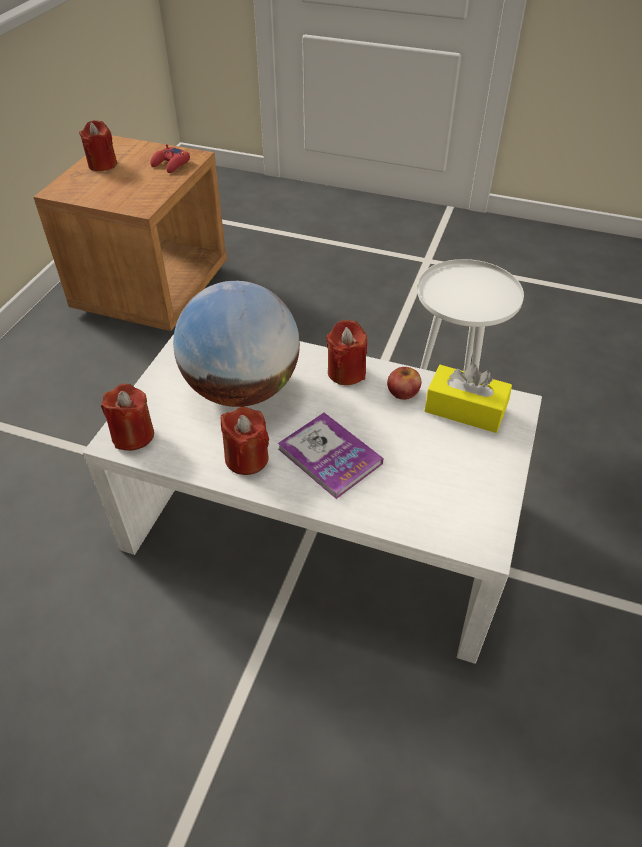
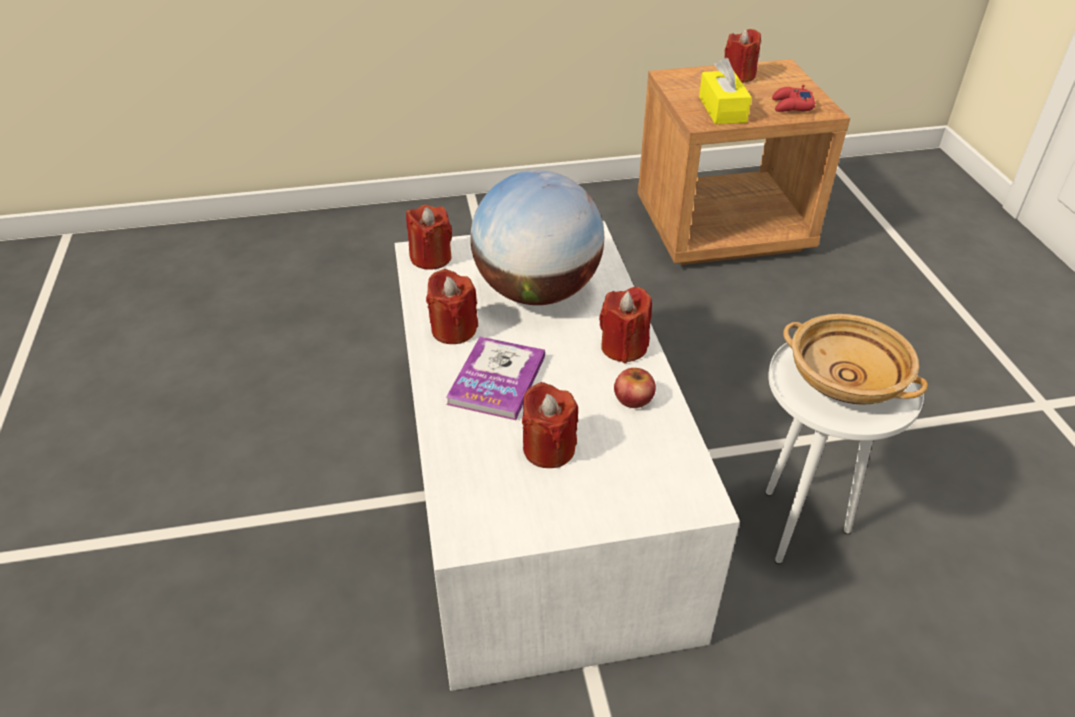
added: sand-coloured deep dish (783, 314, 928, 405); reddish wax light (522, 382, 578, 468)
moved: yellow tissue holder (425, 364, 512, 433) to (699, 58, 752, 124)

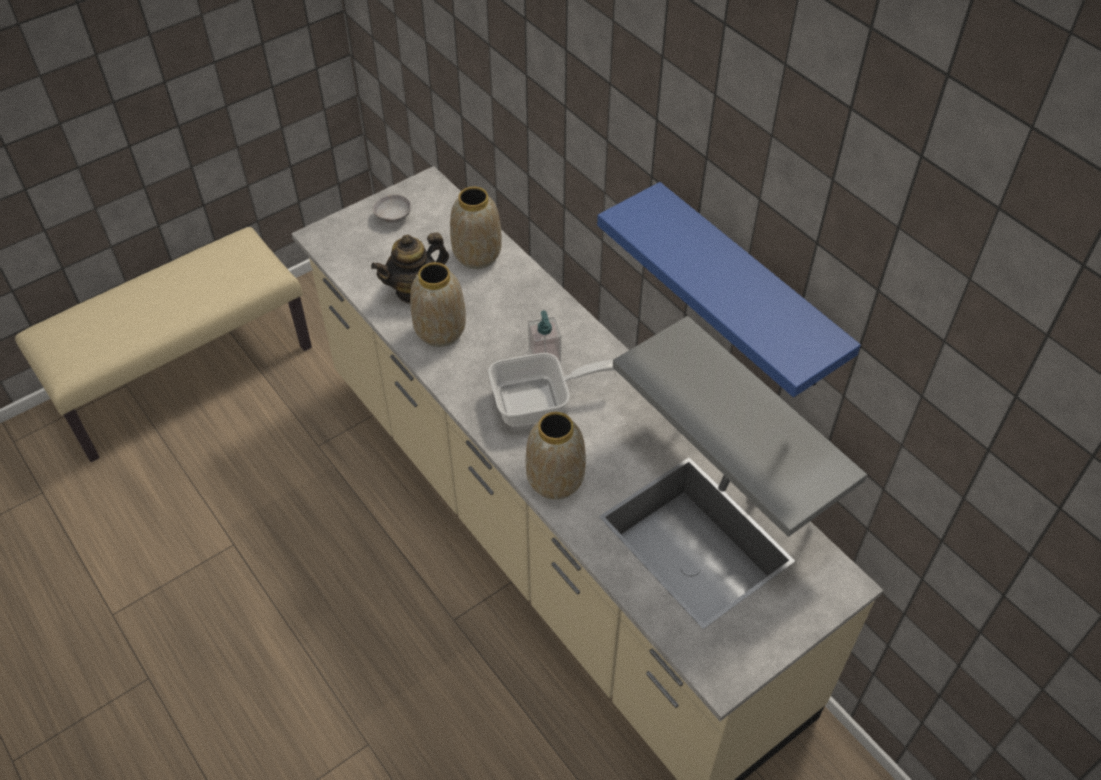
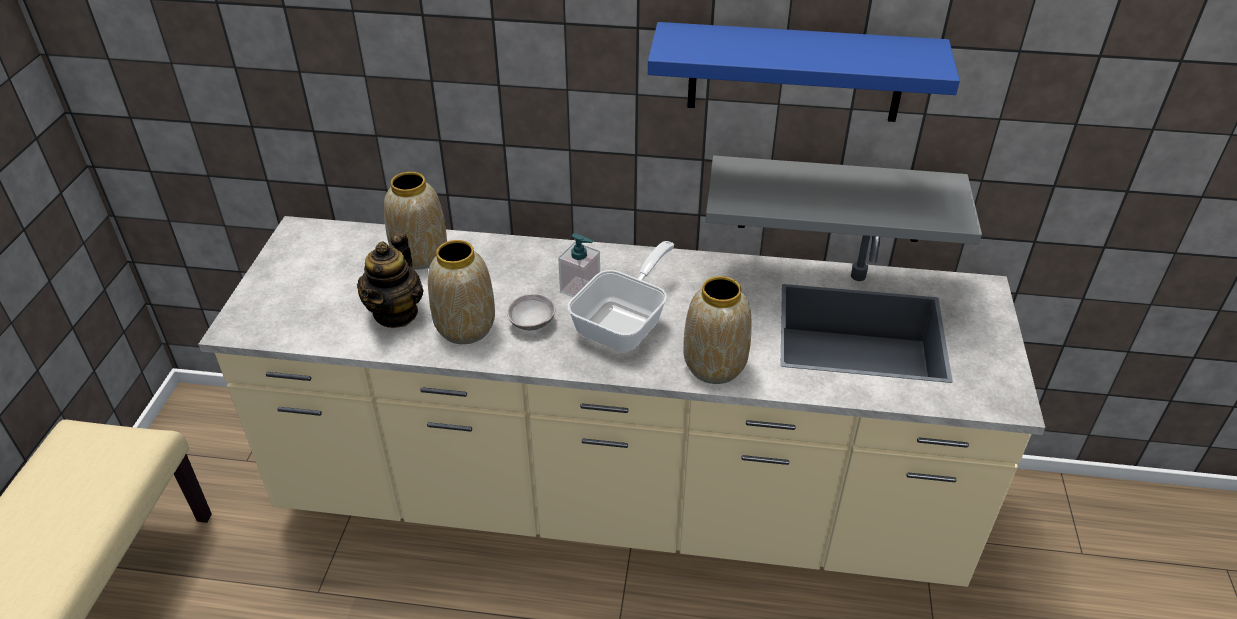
moved: gray deep dish (373, 194, 411, 223) to (507, 294, 555, 330)

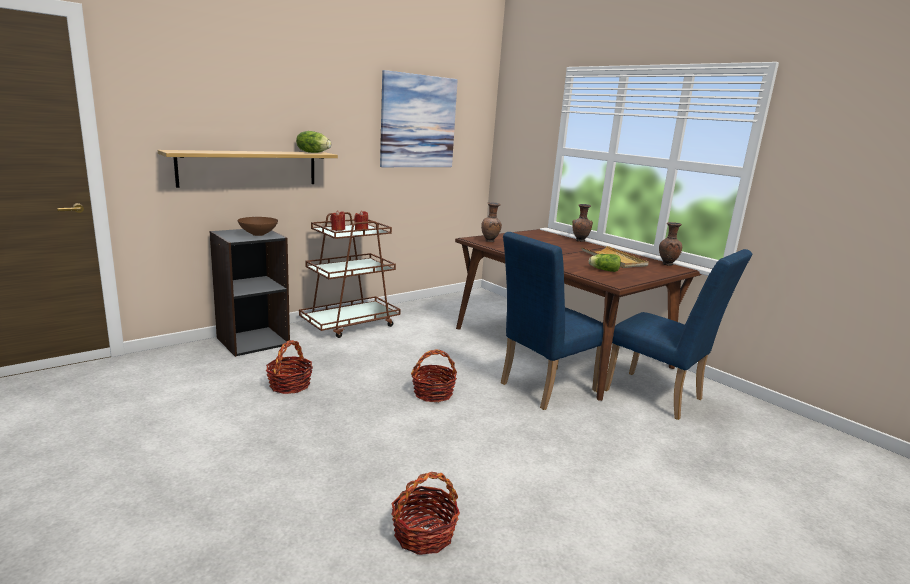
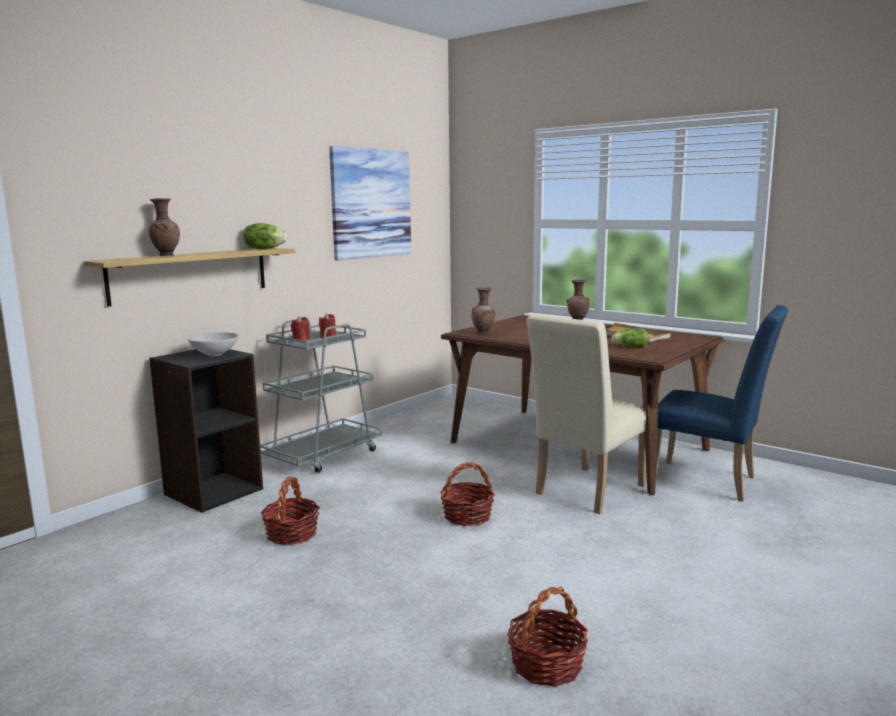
moved: brownish flower vase (659, 222, 682, 266) to (148, 198, 180, 256)
recoloured: brownish wheeled cart (299, 212, 401, 338) to gray wheeled cart (260, 319, 382, 473); brownish deep dish (238, 217, 278, 236) to whitish deep dish (188, 333, 238, 356); blue upright chair (501, 232, 604, 410) to sand-coloured upright chair (527, 314, 646, 514)

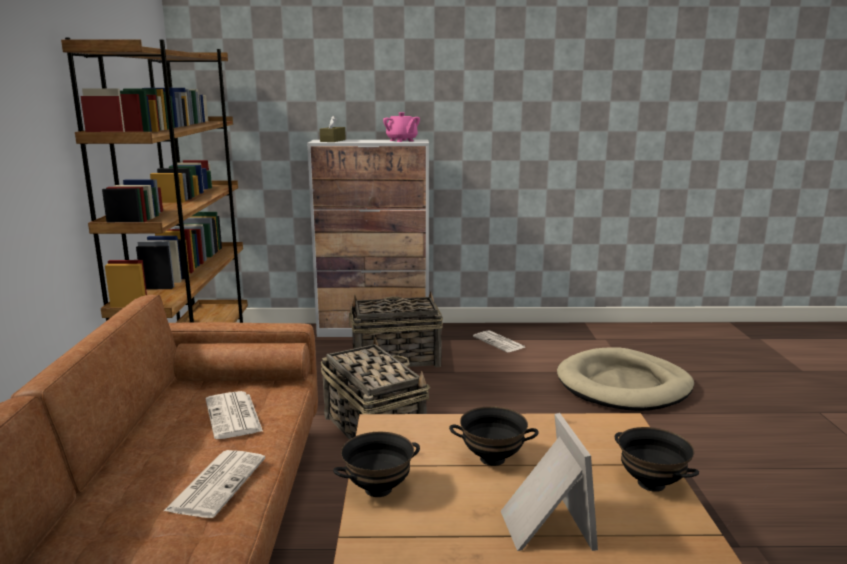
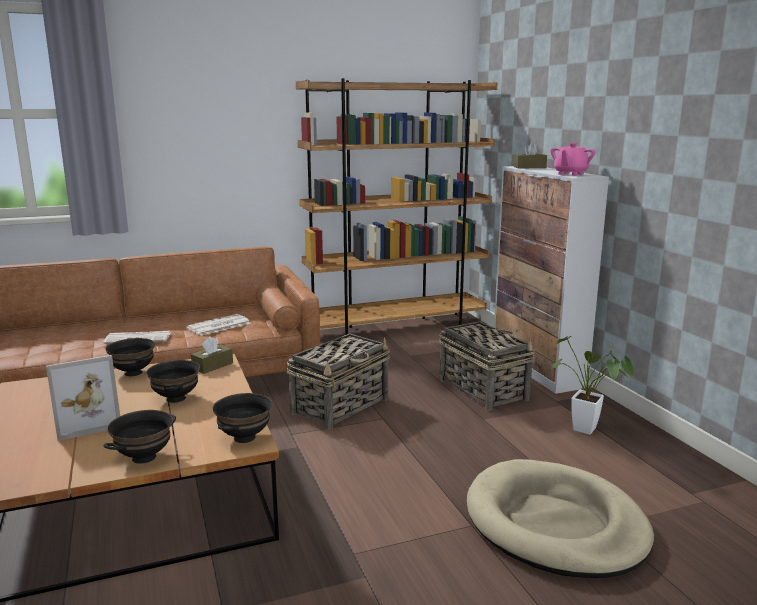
added: brownish tissue holder (191, 336, 233, 374); black-coloured deep dish (213, 393, 272, 443)
replaced: daily paper (473, 330, 525, 352) to houseplant (550, 336, 634, 435)

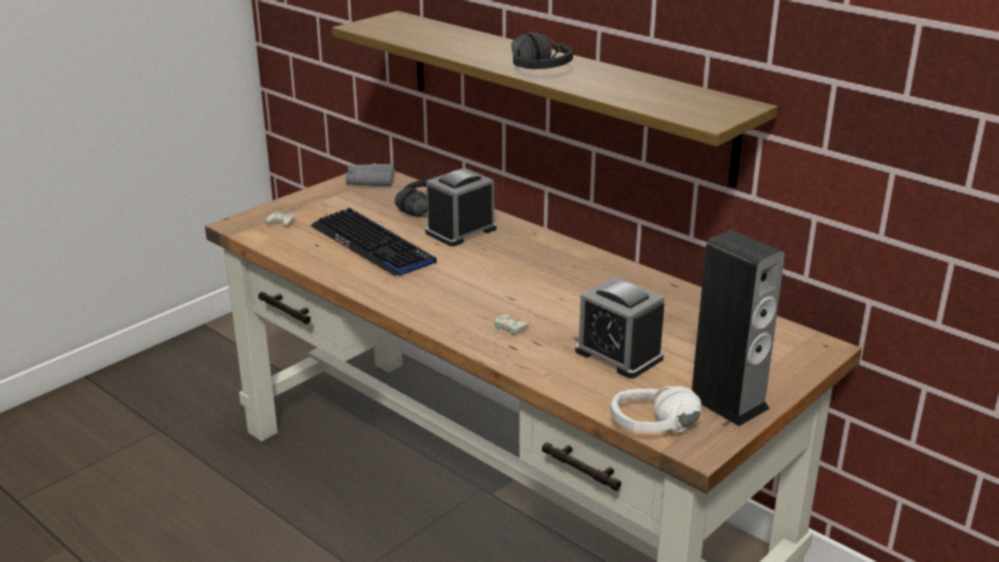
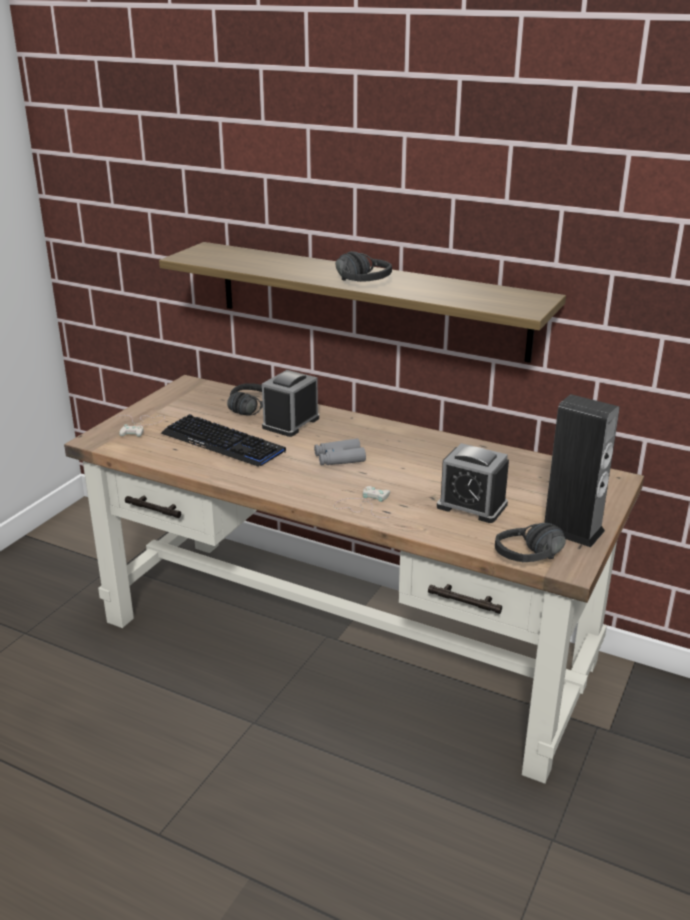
moved: gray pair of binoculars (346, 164, 394, 186) to (314, 438, 366, 465)
recoloured: whitish headphones (611, 386, 701, 433) to black-coloured headphones (495, 523, 566, 562)

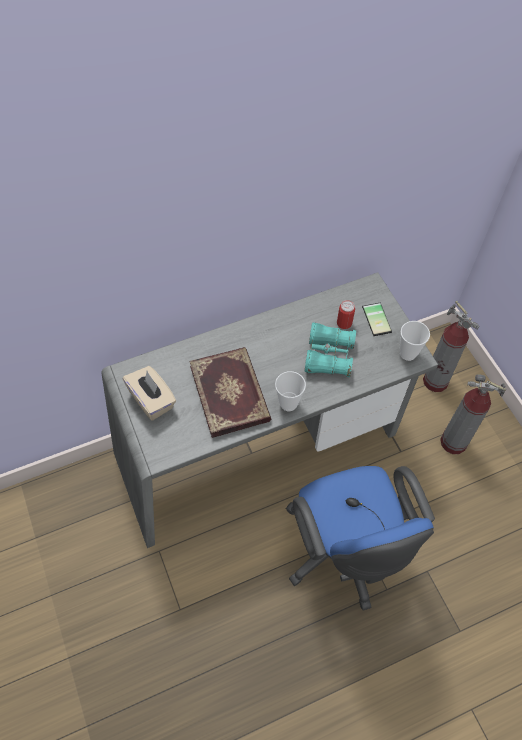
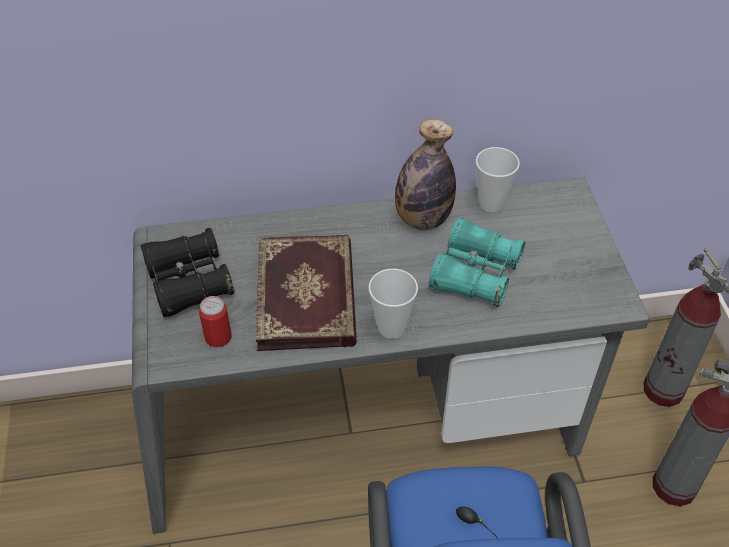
removed: phone (362, 303, 392, 336)
added: bottle (395, 119, 456, 230)
moved: sealed can (337, 300, 355, 329) to (199, 296, 232, 347); drinking cup (399, 321, 430, 361) to (476, 147, 520, 212)
replaced: sand-coloured tissue holder (123, 366, 176, 421) to black-coloured pair of binoculars (141, 228, 234, 317)

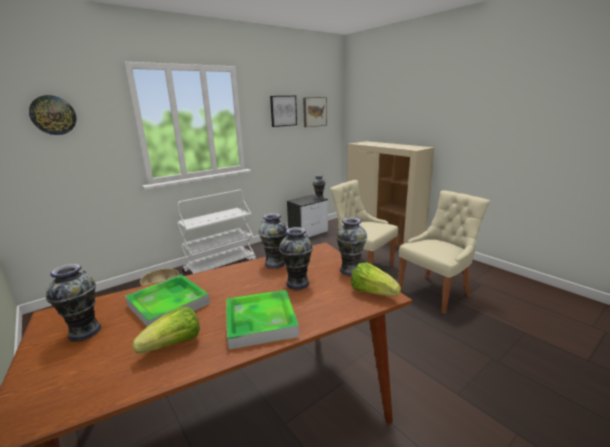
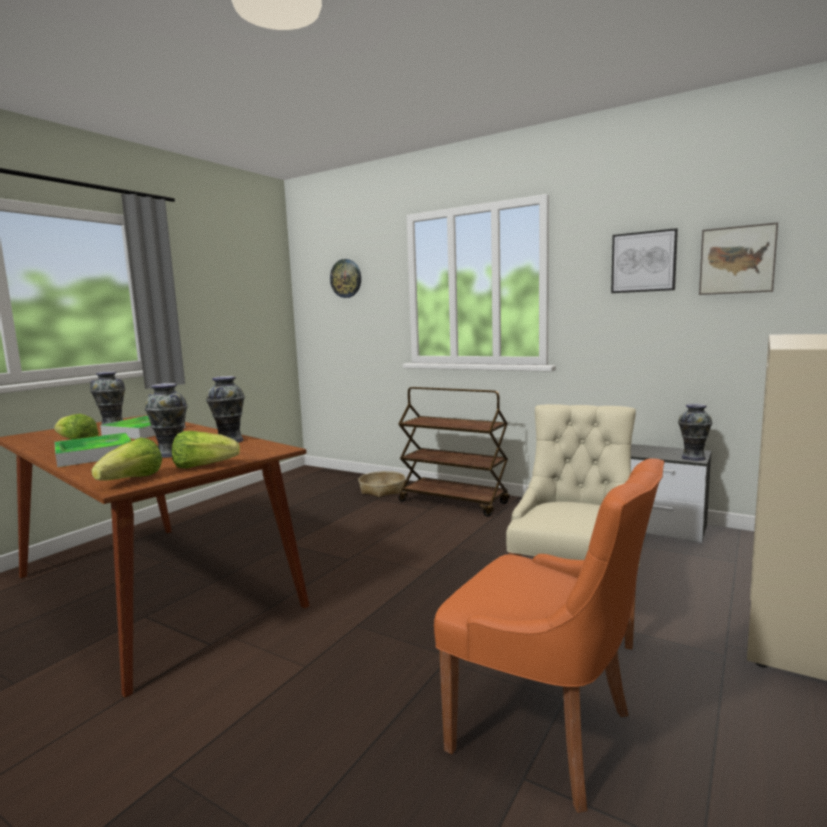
replaced: flower vase (336, 217, 367, 276) to lettuce head (172, 431, 240, 468)
recoloured: whitish wheeled cart (177, 190, 256, 274) to brownish wheeled cart (398, 387, 510, 517); sand-coloured upright chair (398, 190, 490, 314) to orangey upright chair (434, 458, 664, 813)

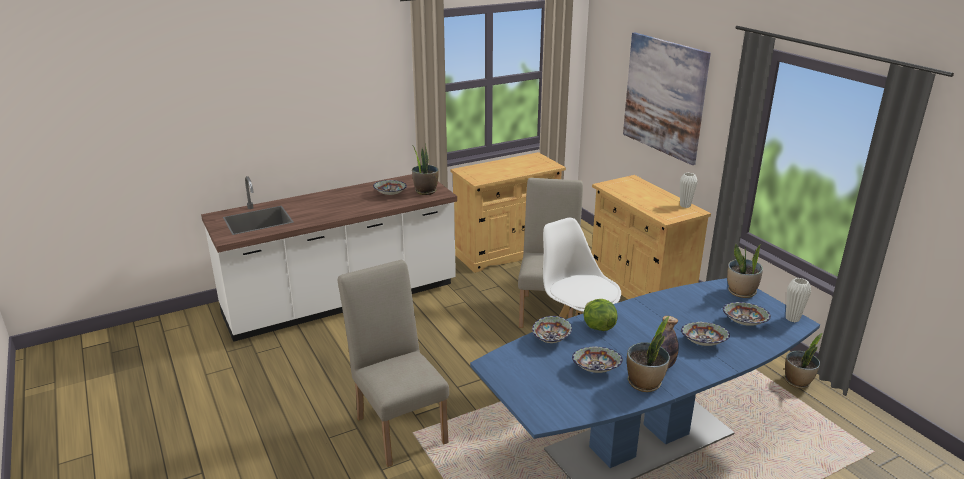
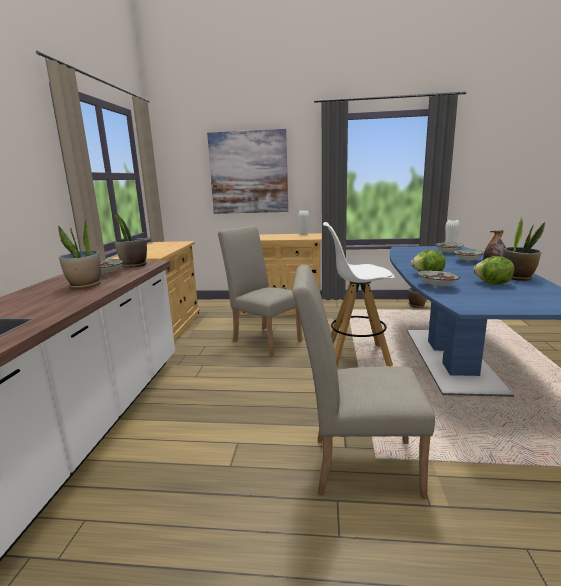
moved: houseplant (727, 244, 763, 298) to (58, 219, 101, 289)
replaced: deep dish (572, 347, 623, 373) to lettuce head (473, 256, 514, 285)

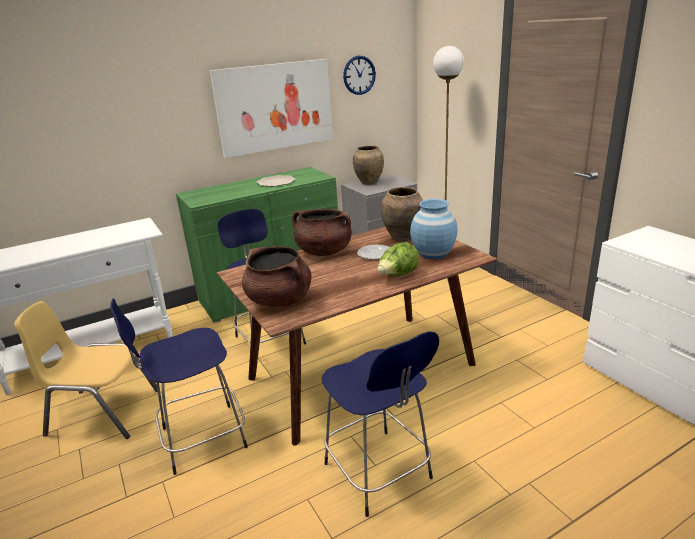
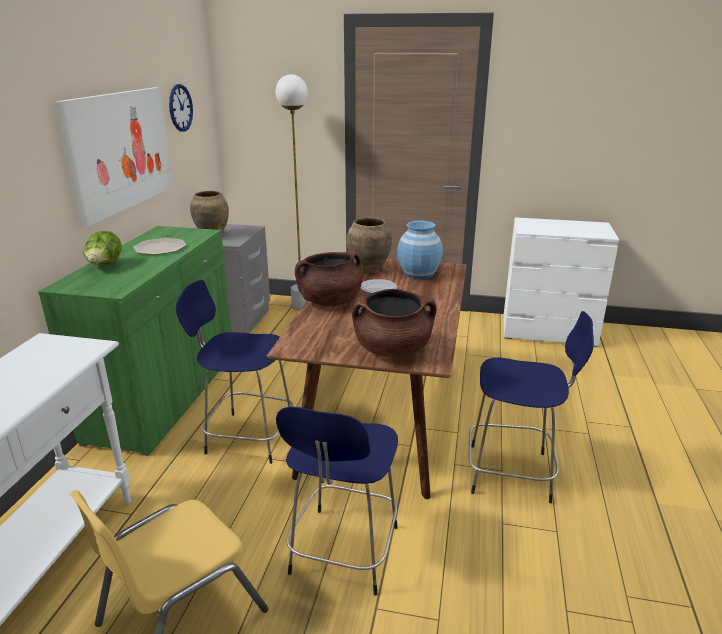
moved: lettuce head (378, 242, 419, 276) to (84, 231, 122, 265)

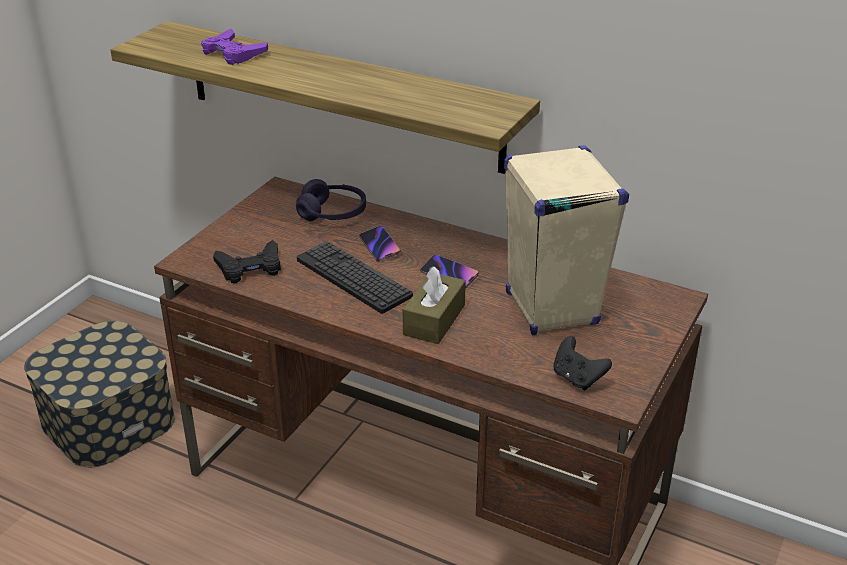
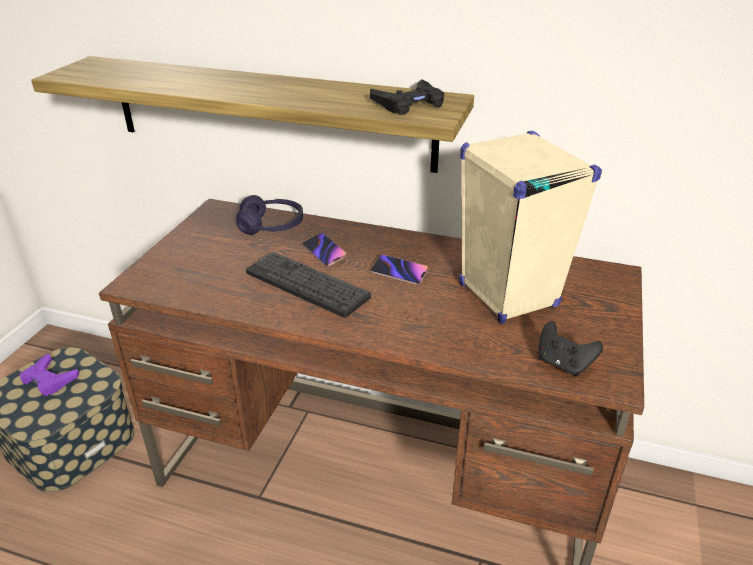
removed: brownish tissue holder (403, 267, 466, 344)
moved: purplish gamepad (201, 29, 268, 65) to (20, 353, 79, 396); black-coloured gamepad (213, 240, 281, 283) to (370, 79, 444, 115)

